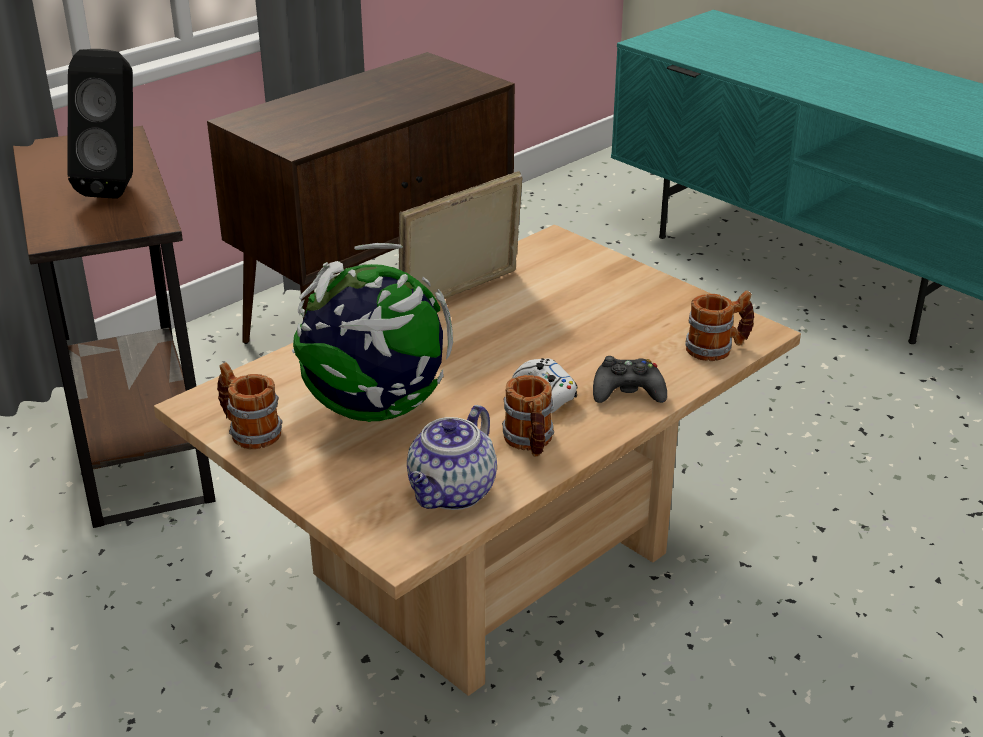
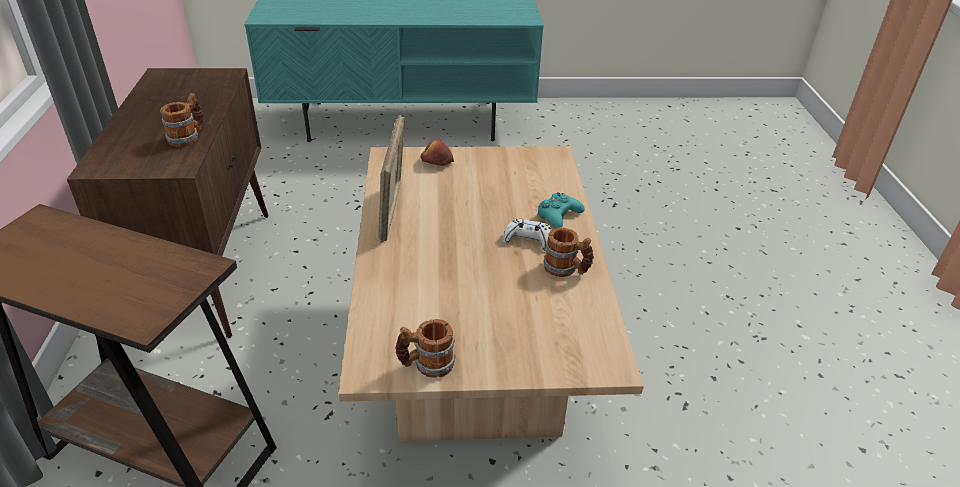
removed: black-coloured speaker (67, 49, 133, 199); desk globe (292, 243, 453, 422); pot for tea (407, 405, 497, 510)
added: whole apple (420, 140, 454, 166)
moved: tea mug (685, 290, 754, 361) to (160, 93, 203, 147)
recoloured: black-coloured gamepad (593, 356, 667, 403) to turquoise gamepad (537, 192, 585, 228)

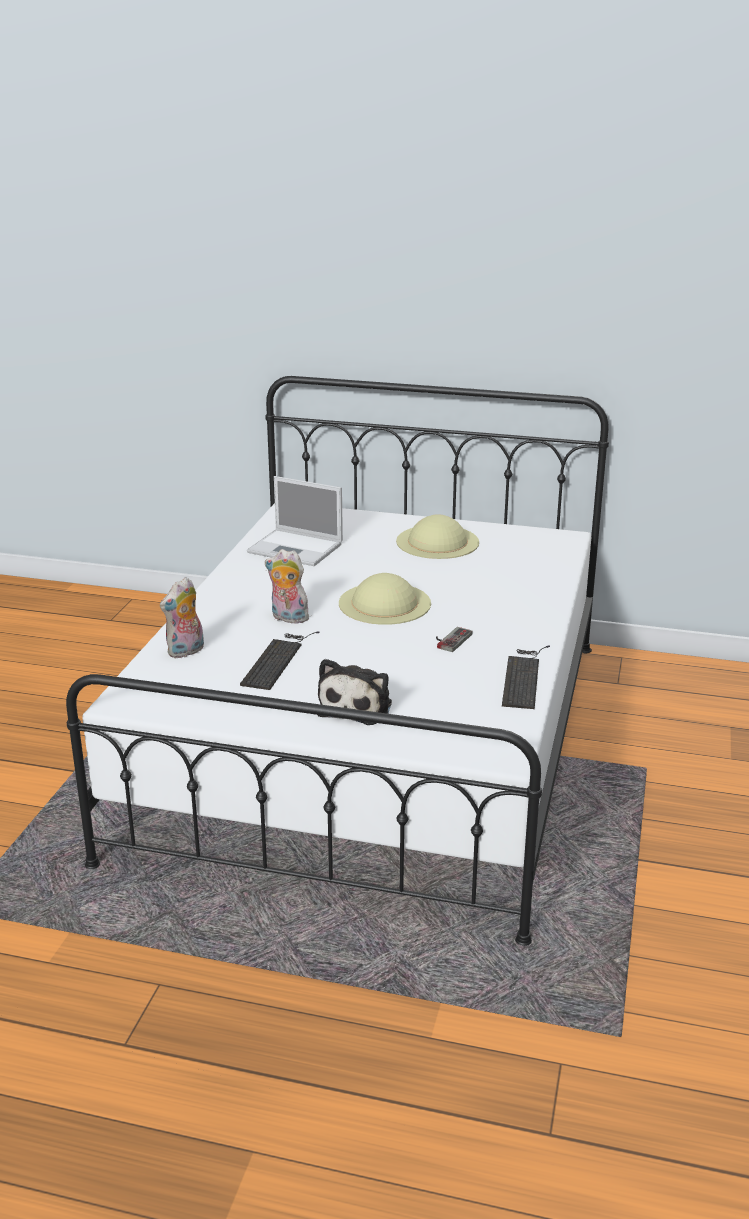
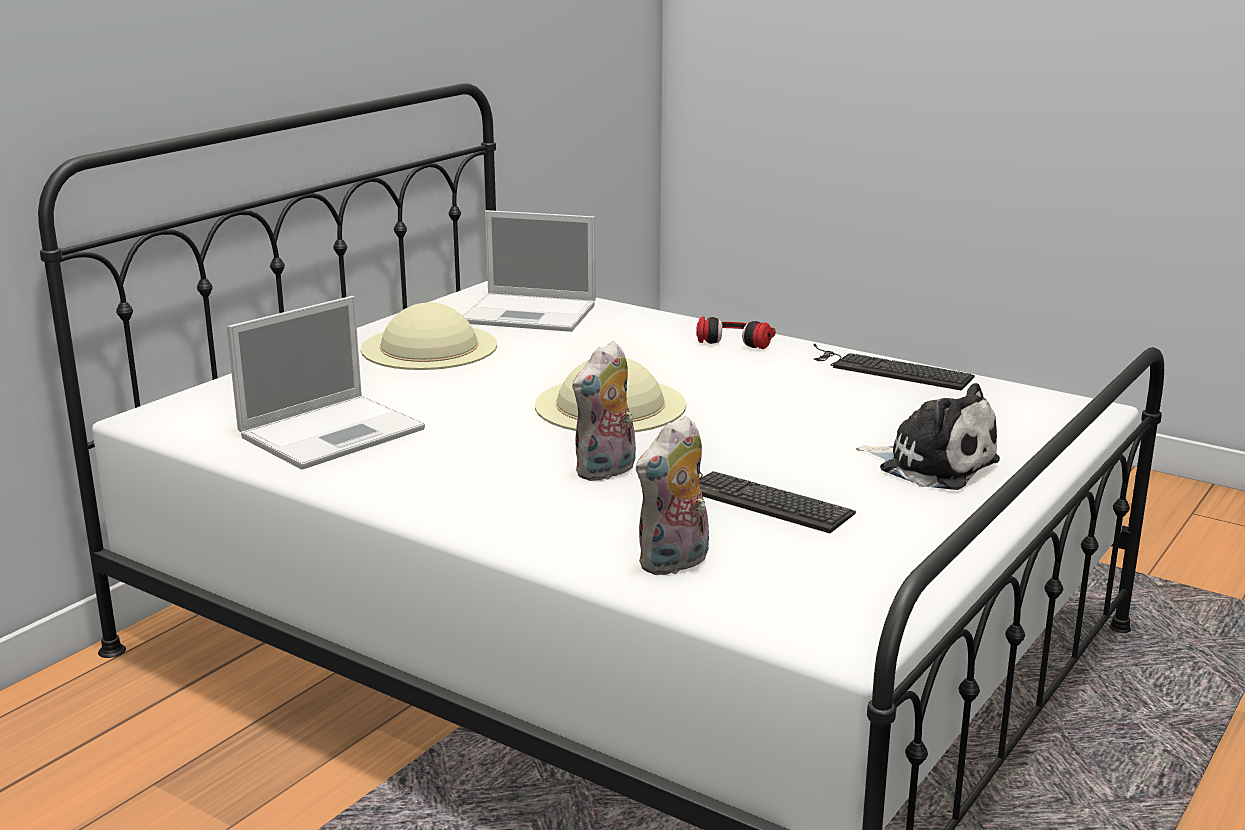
removed: gamepad (436, 627, 472, 652)
added: notebook computer (463, 210, 596, 332); headphones (696, 316, 775, 349)
turned: plush toy (160, 577, 204, 658) = (636, 416, 709, 576) 75 degrees clockwise

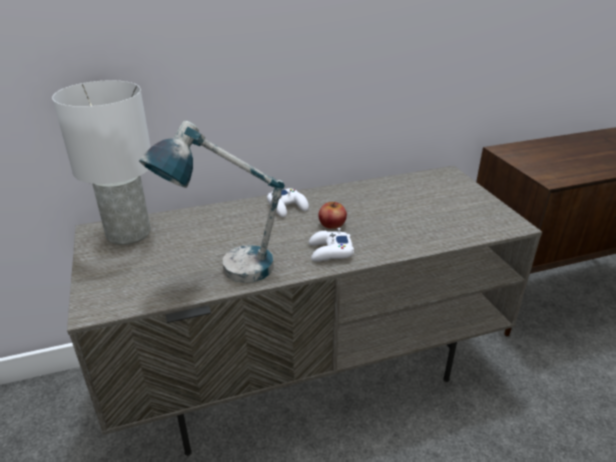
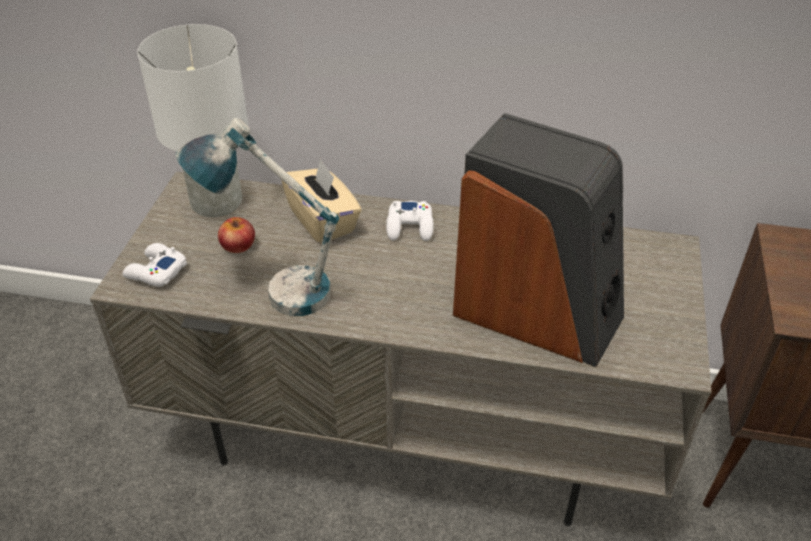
added: speaker (453, 113, 624, 367); sand-coloured tissue holder (282, 158, 362, 244)
moved: whole apple (318, 202, 347, 229) to (218, 217, 255, 253); whitish gamepad (309, 228, 354, 262) to (122, 243, 187, 287)

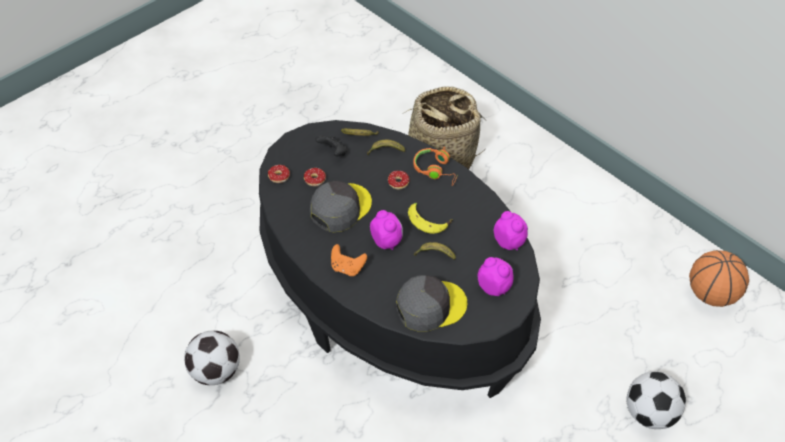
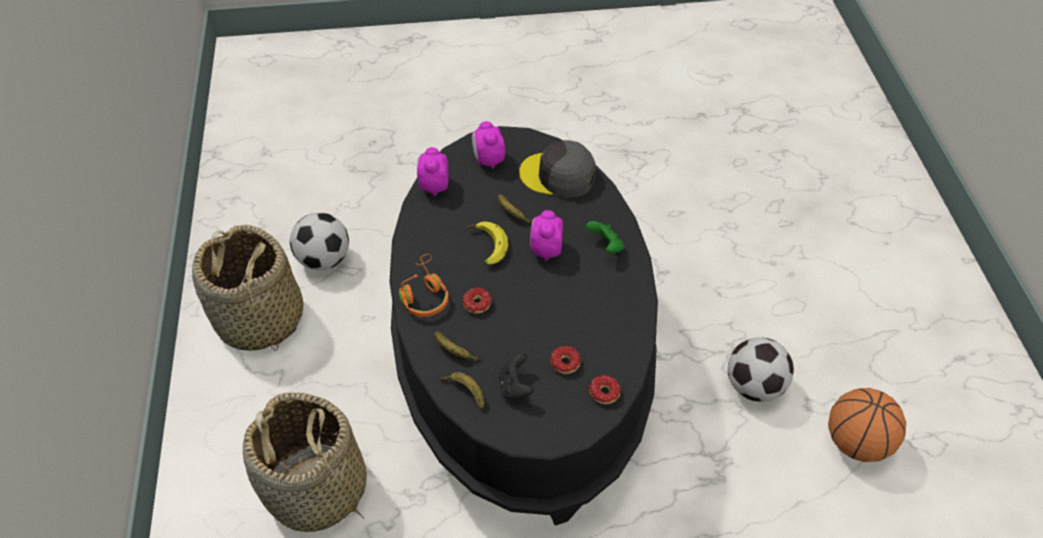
removed: gray peaked cap (310, 181, 372, 232)
added: household basket (192, 225, 303, 351)
moved: basketball ball (689, 250, 749, 307) to (828, 388, 906, 462); ball for football (627, 372, 686, 429) to (290, 213, 349, 270)
recoloured: orangey gamepad (331, 244, 367, 276) to greenish gamepad (586, 221, 624, 253)

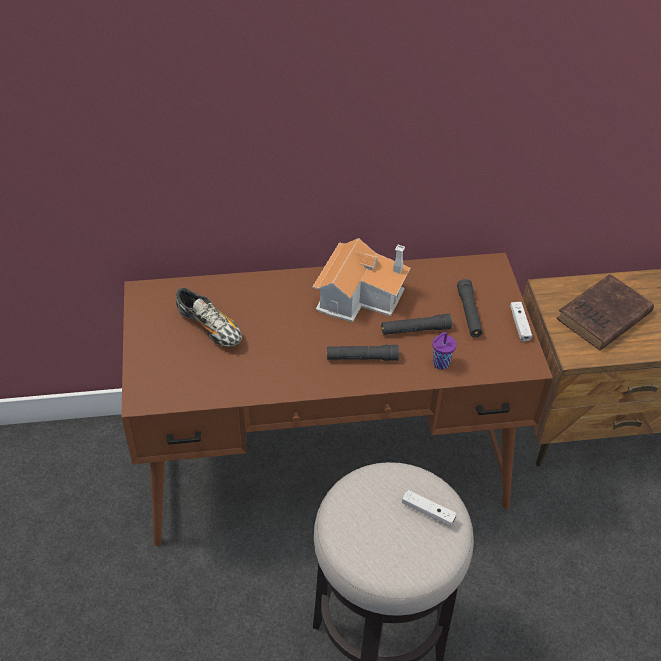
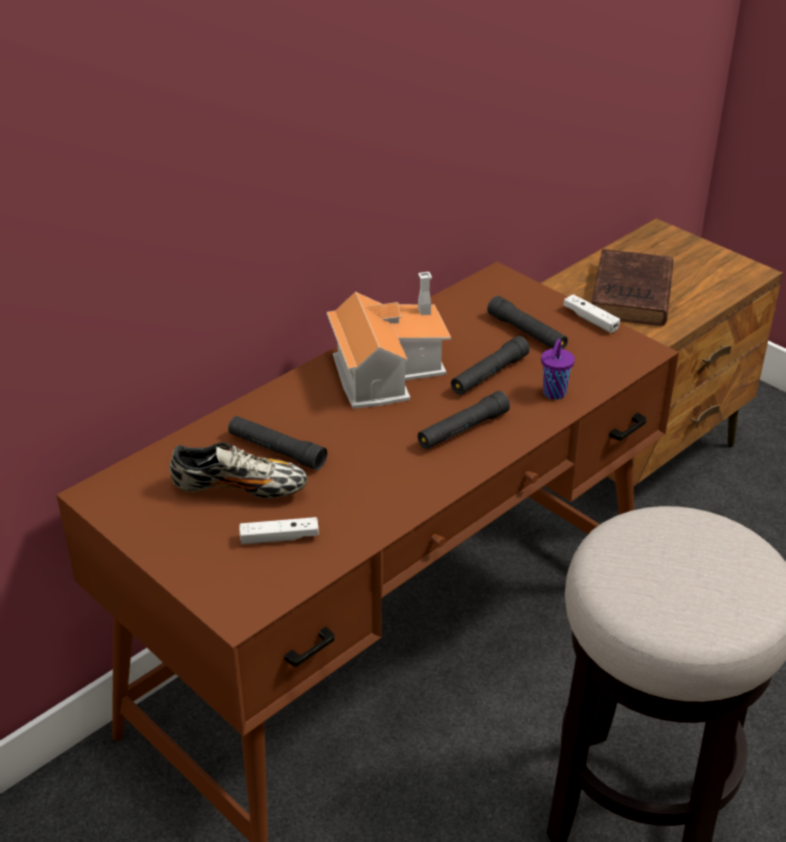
added: black-coloured torch (228, 416, 327, 470)
moved: whitish gamepad (402, 490, 457, 526) to (239, 517, 319, 544)

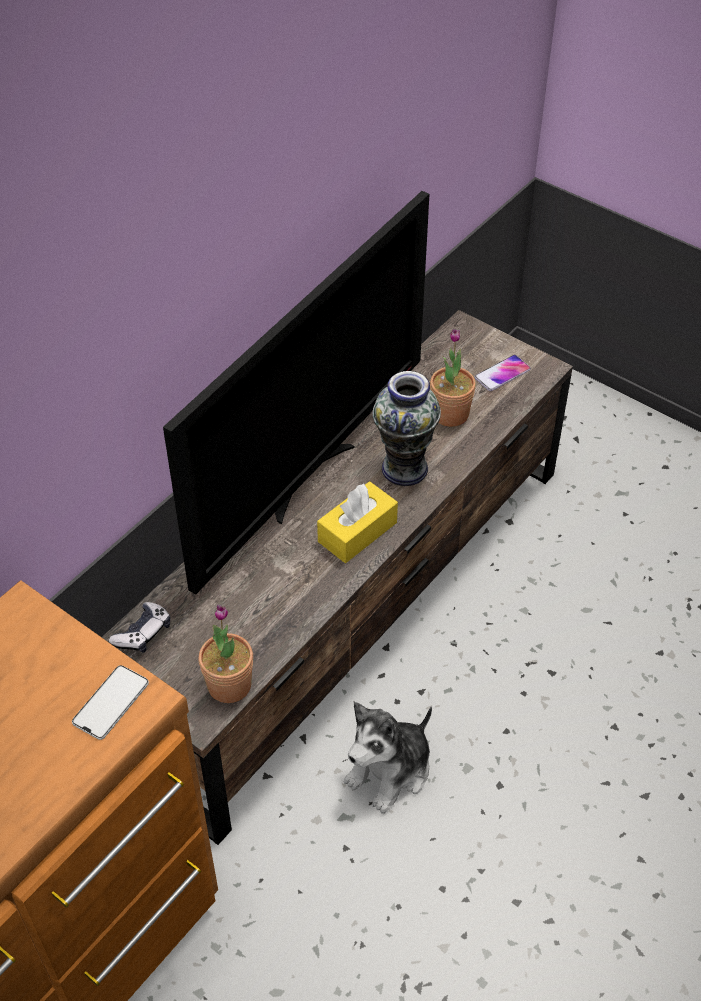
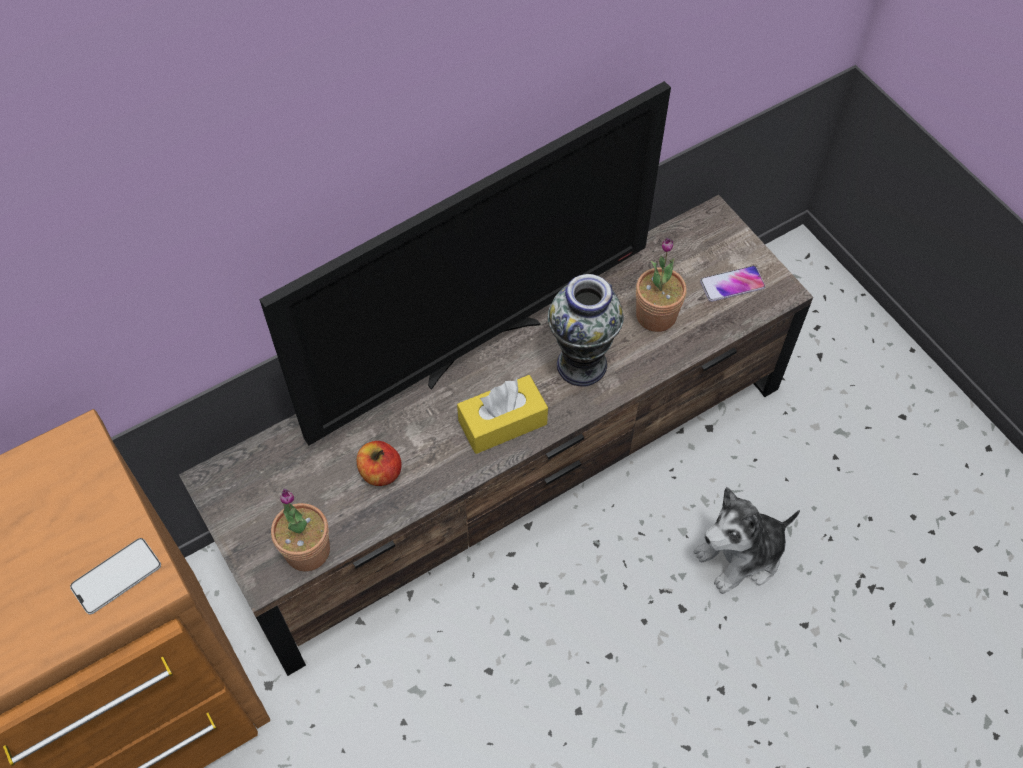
removed: gamepad (109, 602, 170, 653)
added: whole apple (357, 441, 401, 486)
moved: plush toy (344, 702, 432, 814) to (694, 487, 800, 594)

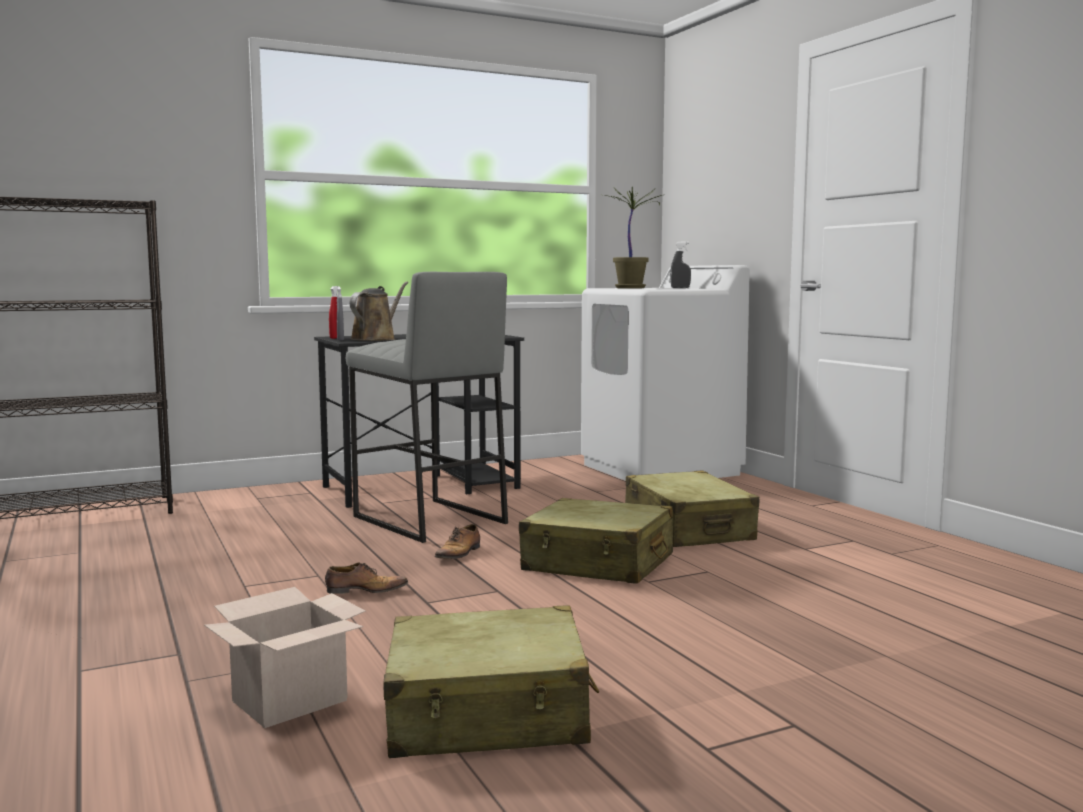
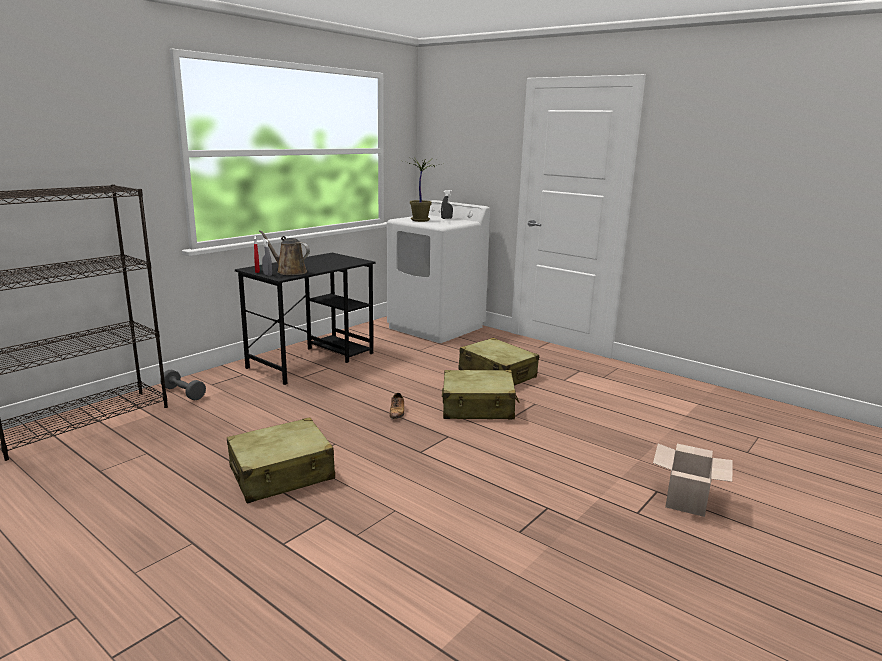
removed: gray stool (346, 272, 508, 543); low shoe (325, 562, 408, 594)
added: gray dumbbell (160, 370, 206, 400)
moved: carton (204, 587, 365, 728) to (653, 444, 732, 517); sand-coloured travel case (384, 606, 599, 758) to (227, 417, 335, 503)
turned: brownish watering can (350, 282, 408, 341) = (259, 230, 310, 275) 60 degrees counterclockwise

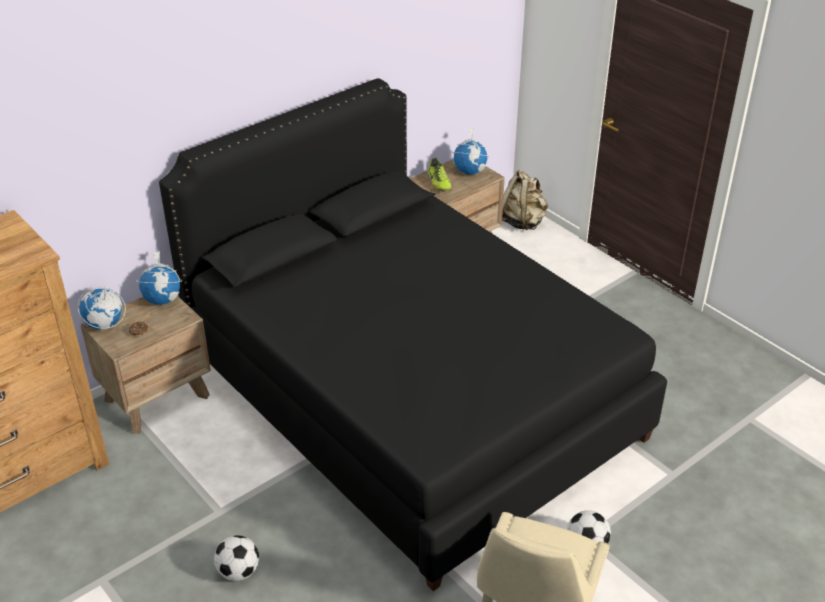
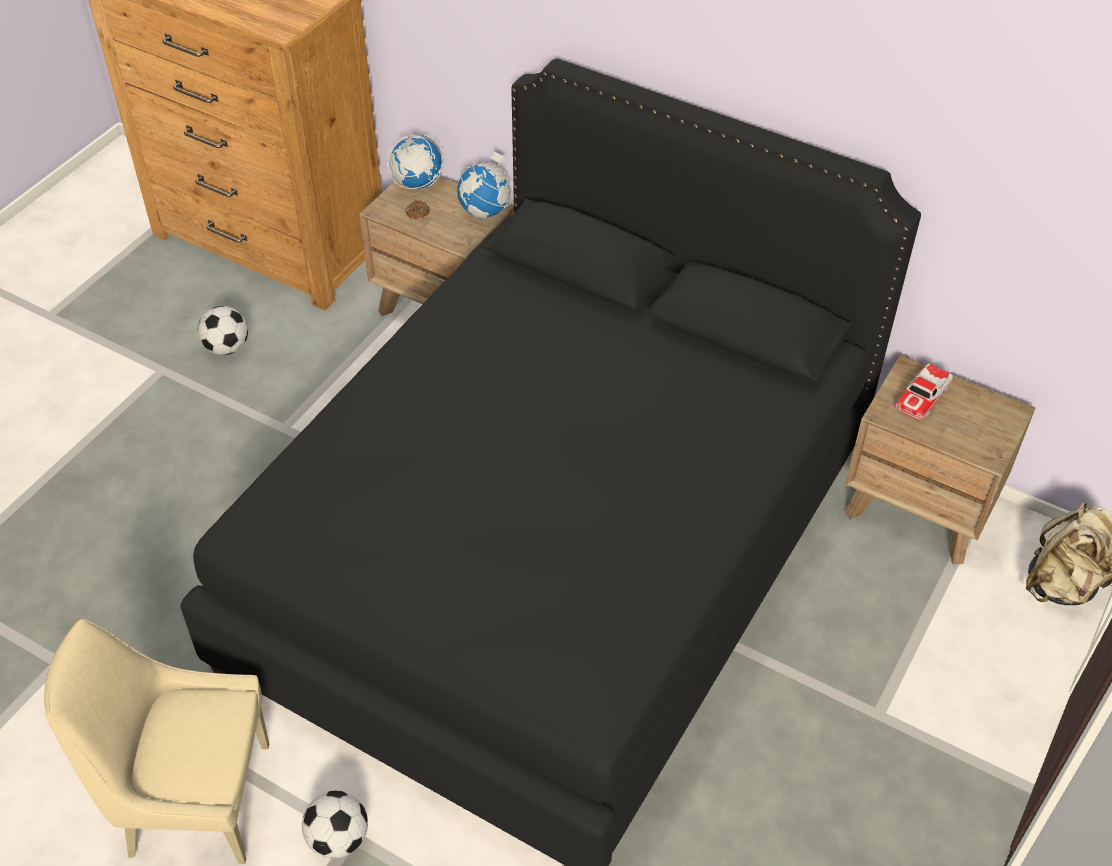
removed: desk globe (452, 129, 488, 175)
moved: ball for football (214, 535, 259, 581) to (198, 306, 248, 355)
replaced: low shoe (428, 158, 452, 191) to model car (894, 364, 953, 421)

